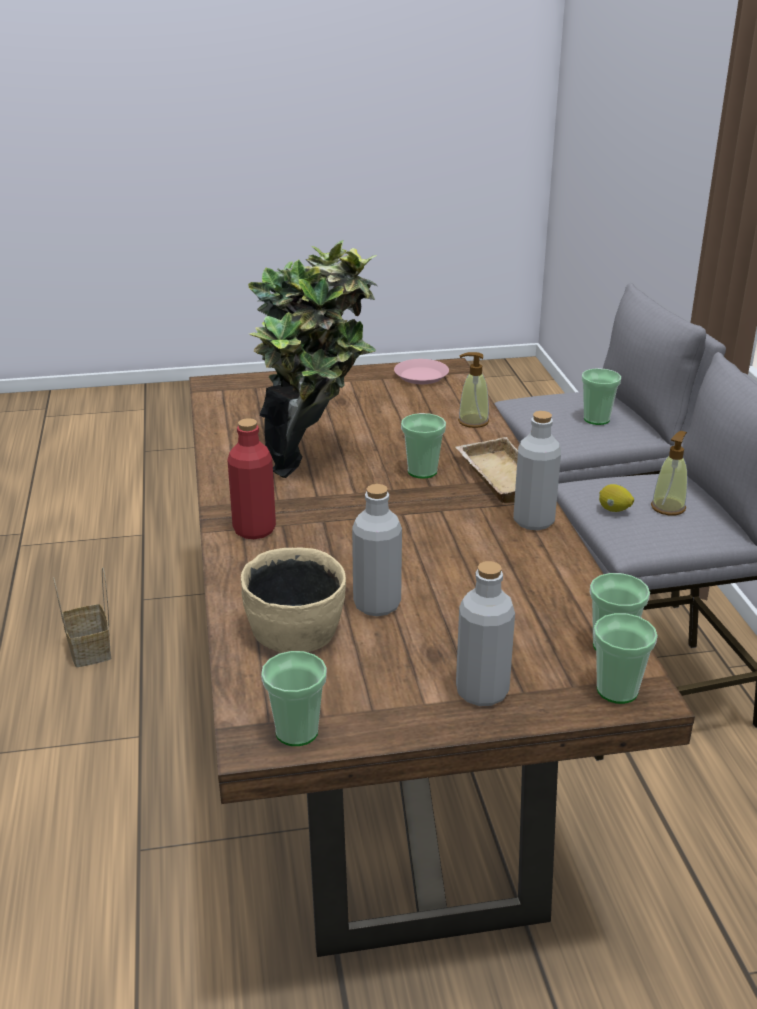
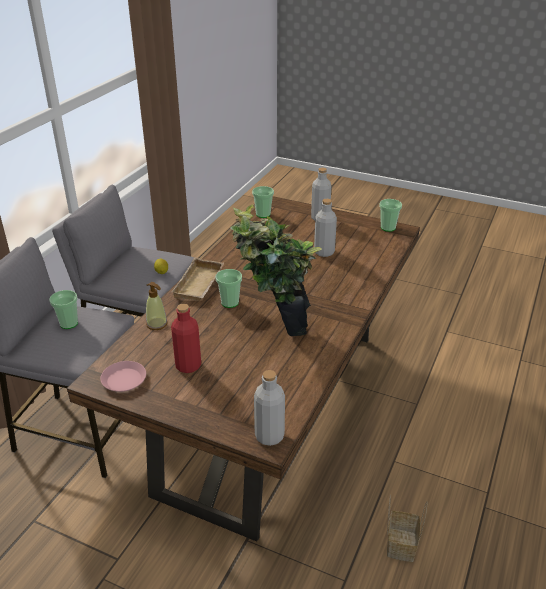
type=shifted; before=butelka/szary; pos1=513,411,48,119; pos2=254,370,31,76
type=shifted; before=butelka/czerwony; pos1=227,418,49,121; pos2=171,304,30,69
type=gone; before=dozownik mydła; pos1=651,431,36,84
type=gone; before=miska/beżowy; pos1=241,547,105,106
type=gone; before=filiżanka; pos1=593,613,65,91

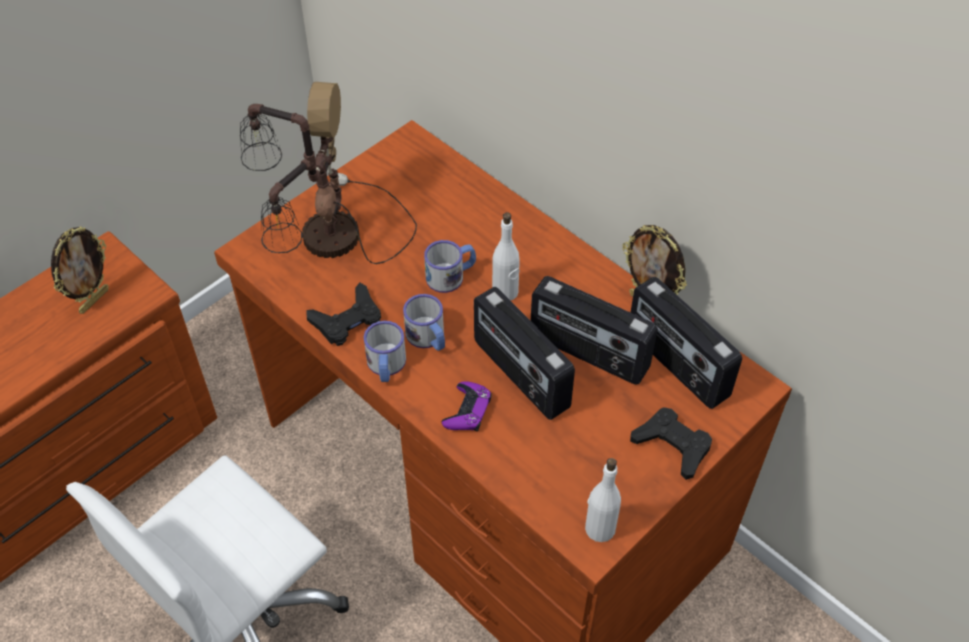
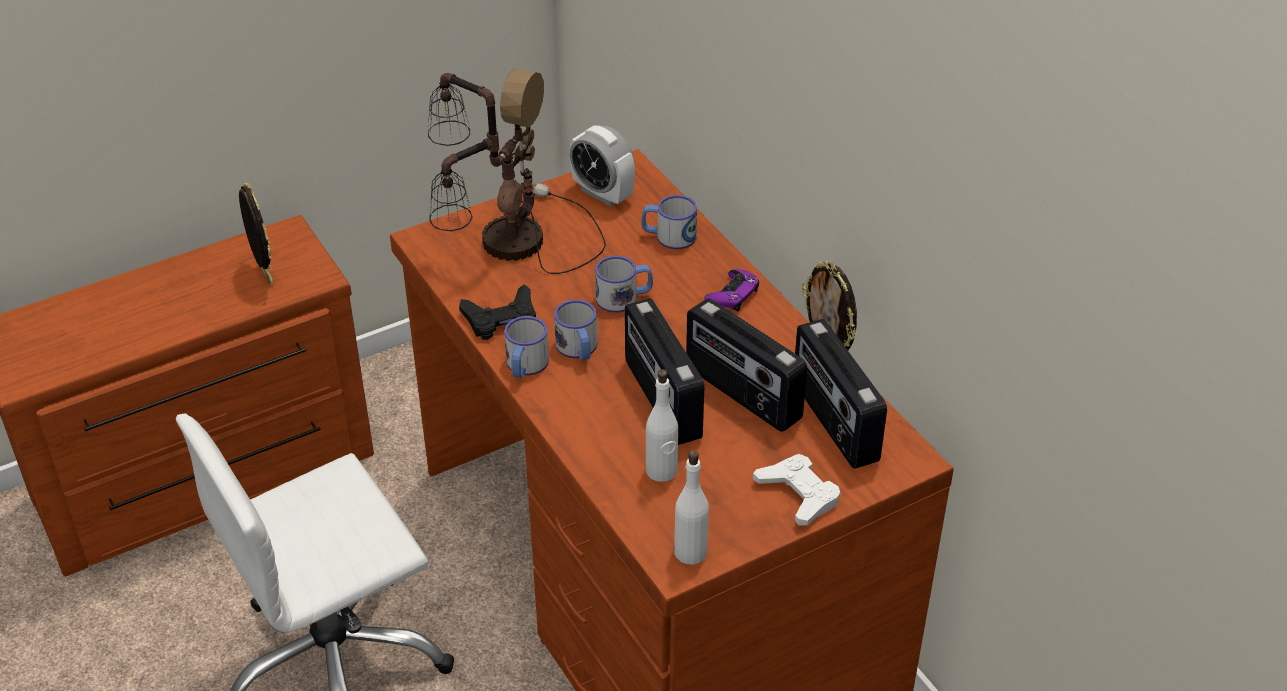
type=shifted; before=butelka/biały; pos1=492,212,28,89; pos2=646,369,32,113
type=rotated; before=ramka na zdjęcie; pos1=51,226,58,88; pos2=239,182,35,104; turn=-75
type=shifted; before=pad do gier/fioletowy; pos1=441,381,51,50; pos2=704,269,56,42
type=repainted; before=pad do gier/czarny; after=pad do gier/biały; pos1=630,407,82,73; pos2=753,454,87,72
type=new; after=budzik; pos2=569,125,66,82
type=new; after=kubek; pos2=641,195,56,54

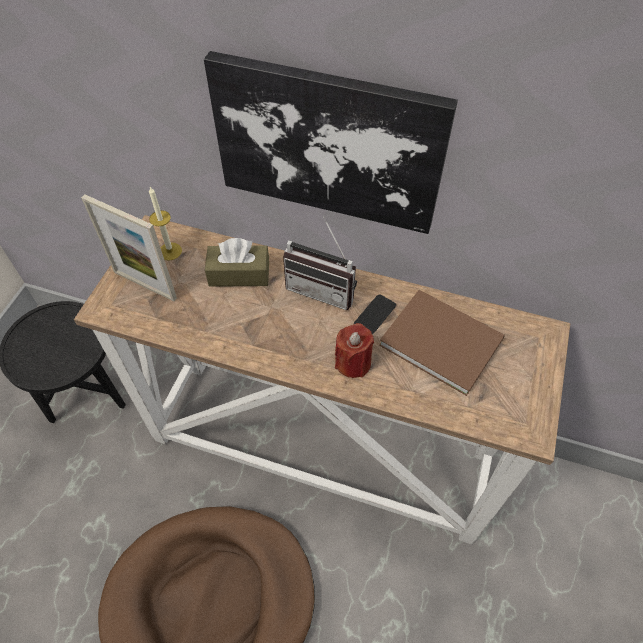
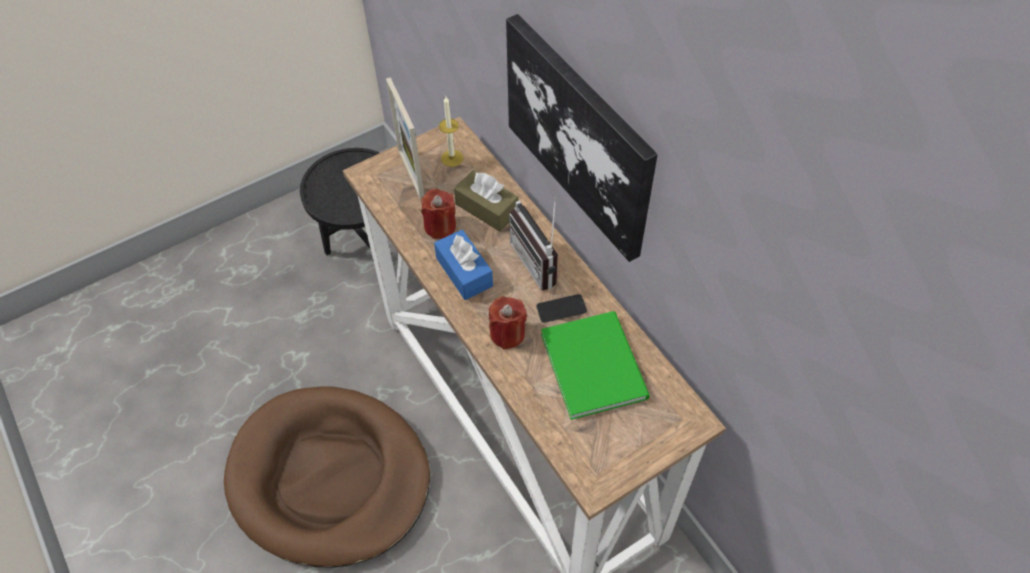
type=repainted; before=książka/brązowy; after=książka/zielony; pos1=379,290,126,106; pos2=541,311,109,109
type=new; after=świeca/czerwony; pos2=421,189,35,50
type=new; after=pudełko chusteczek/niebieski; pos2=434,230,59,70

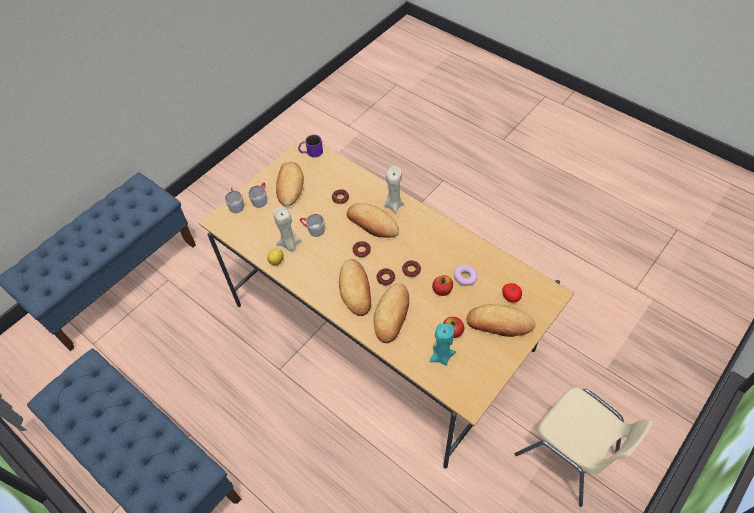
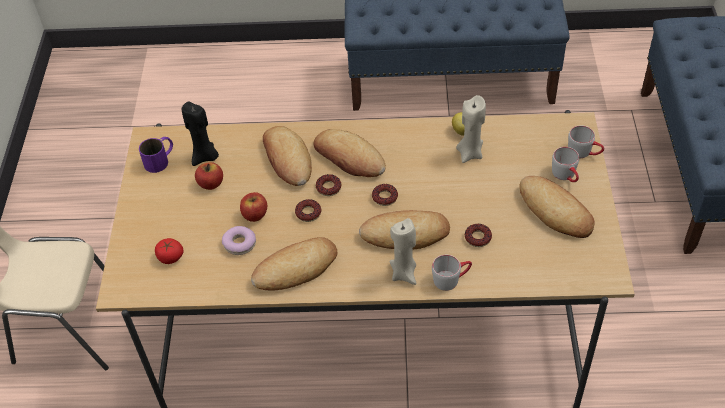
type=shifted; before=kubek/fioletowy; pos1=298,135,25,22; pos2=139,137,34,36
type=shifted; before=kubek/szary; pos1=300,214,25,23; pos2=432,255,40,36
type=shifted; before=chleb; pos1=467,304,68,33; pos2=251,237,87,54
type=repainted; before=świeca/turkusowy; after=świeca/czarny; pos1=429,323,27,43; pos2=182,102,37,64

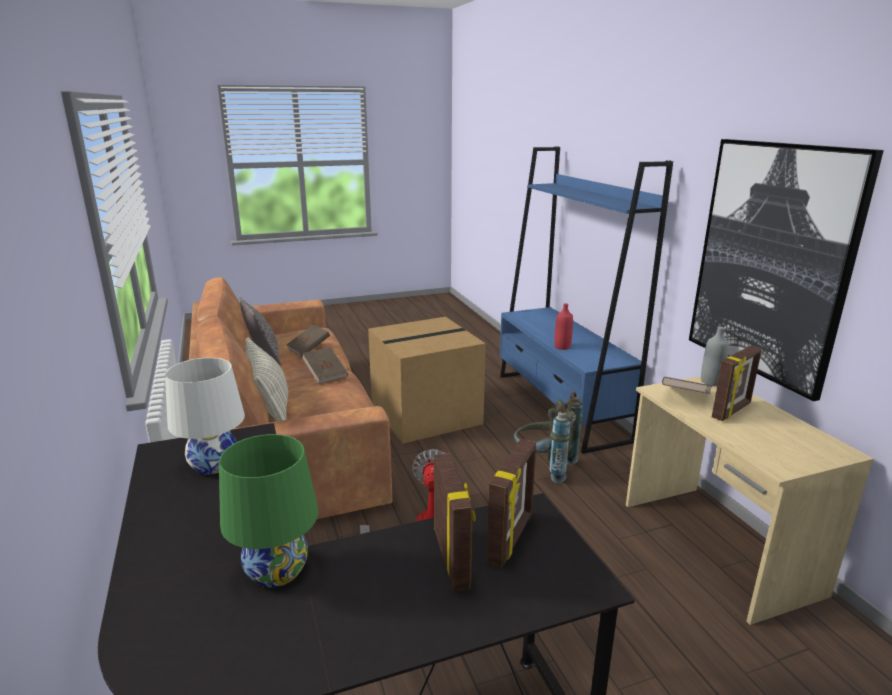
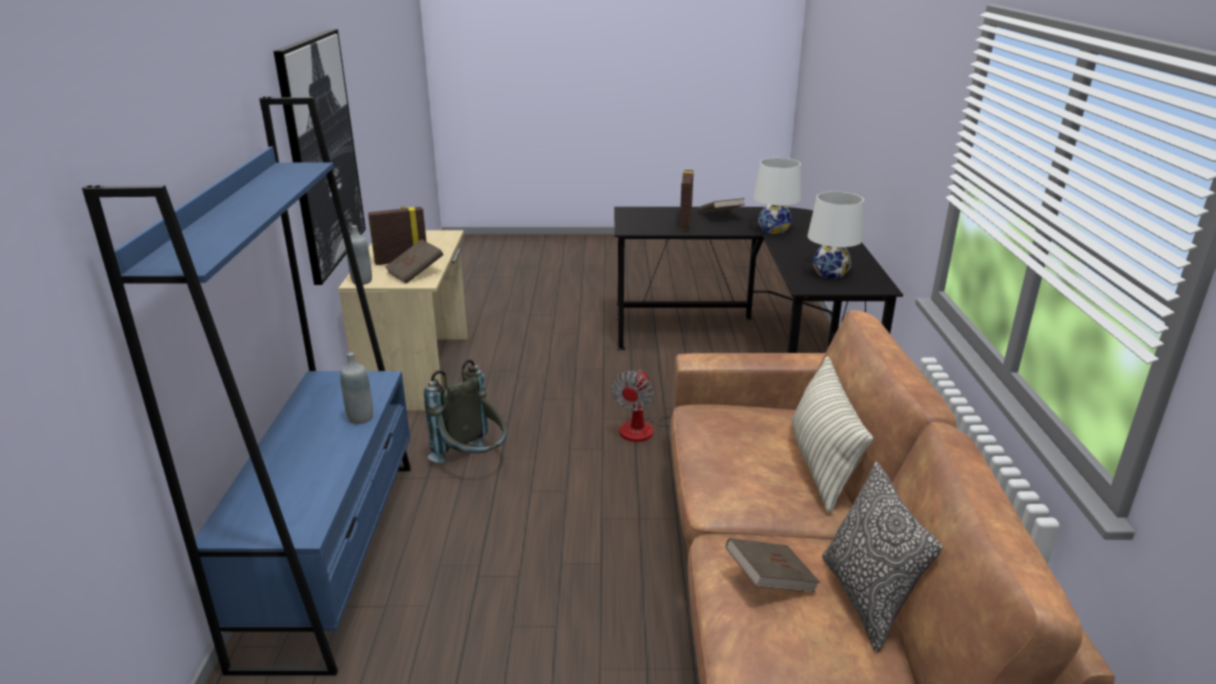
type=repainted; before=butelka/czerwony; after=butelka/szary; pos1=555,303,18,47; pos2=340,352,33,72
type=gone; before=karton; pos1=368,317,118,126
type=shifted; before=książka/brązowy; pos1=302,347,46,37; pos2=699,198,46,15
type=repainted; before=lampa stołowa/zielony; after=lampa stołowa/biały; pos1=219,434,99,153; pos2=753,158,48,76
type=gone; before=ramka na zdjęcie; pos1=487,439,49,128

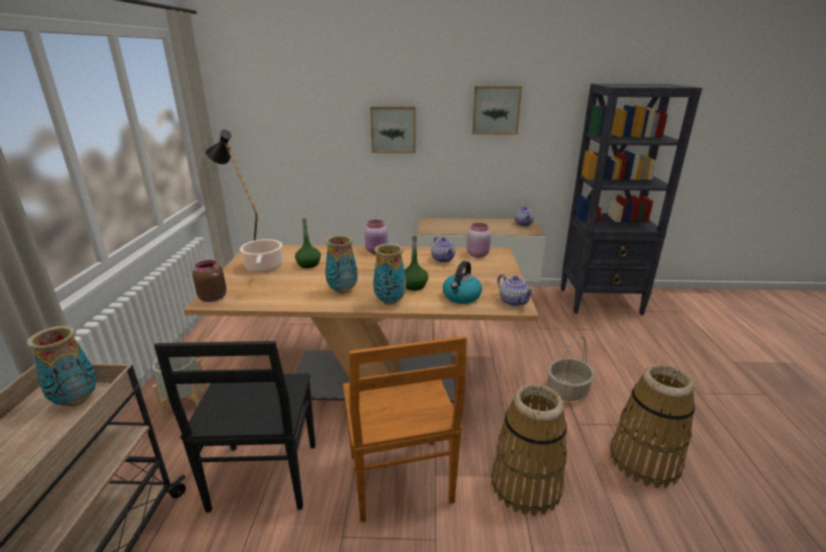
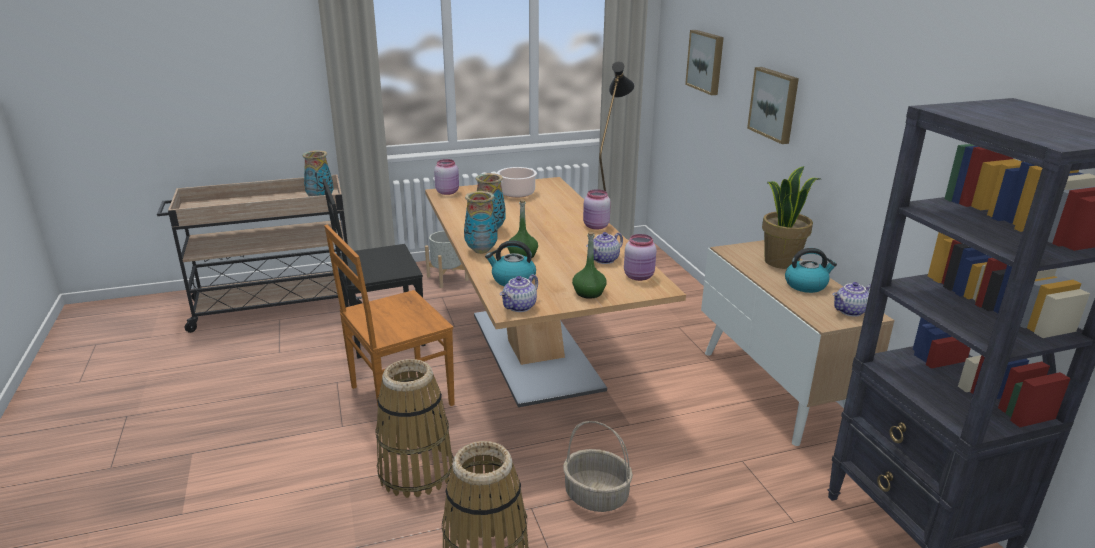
type=shifted; before=obraz; pos1=472,86,50,48; pos2=685,30,39,65
type=shifted; before=butelka/zielony; pos1=295,218,26,50; pos2=572,232,35,67
type=repainted; before=słoik/brązowy; after=słoik/różowy; pos1=193,260,34,42; pos2=434,159,25,36
type=new; after=roślina doniczkowa; pos2=762,166,58,103
type=new; after=czajnik; pos2=785,248,52,45

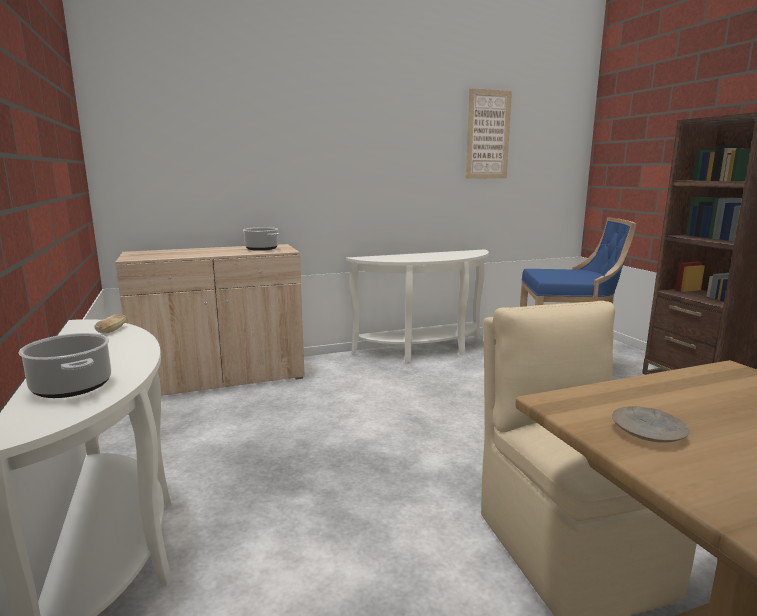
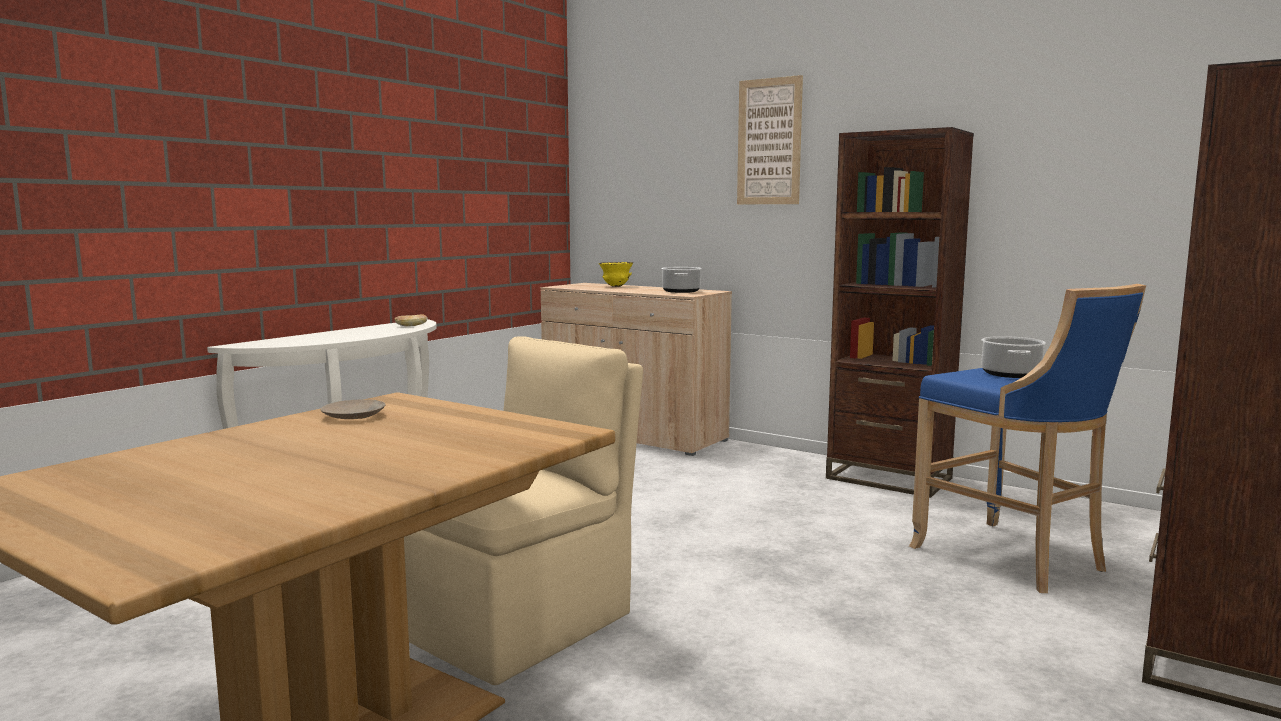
type=shifted; before=obraz; pos1=466,88,46,91; pos2=737,75,66,129
type=swapped; before=stolik konsolowy/biały; after=regał/brązowy; pos1=346,249,143,114; pos2=826,127,148,371
type=shifted; before=garnek; pos1=19,333,92,65; pos2=981,336,65,42
type=new; after=miska/żółty; pos2=599,262,34,25

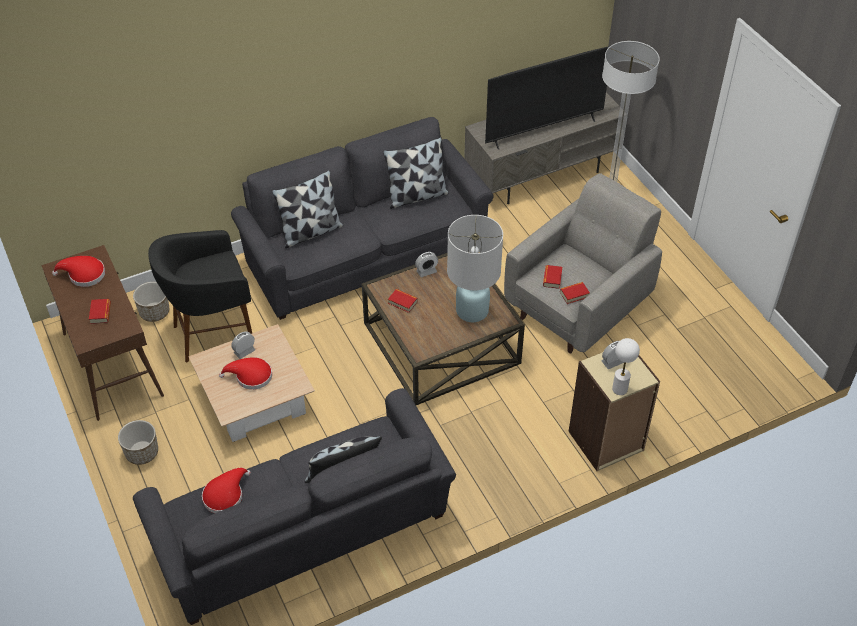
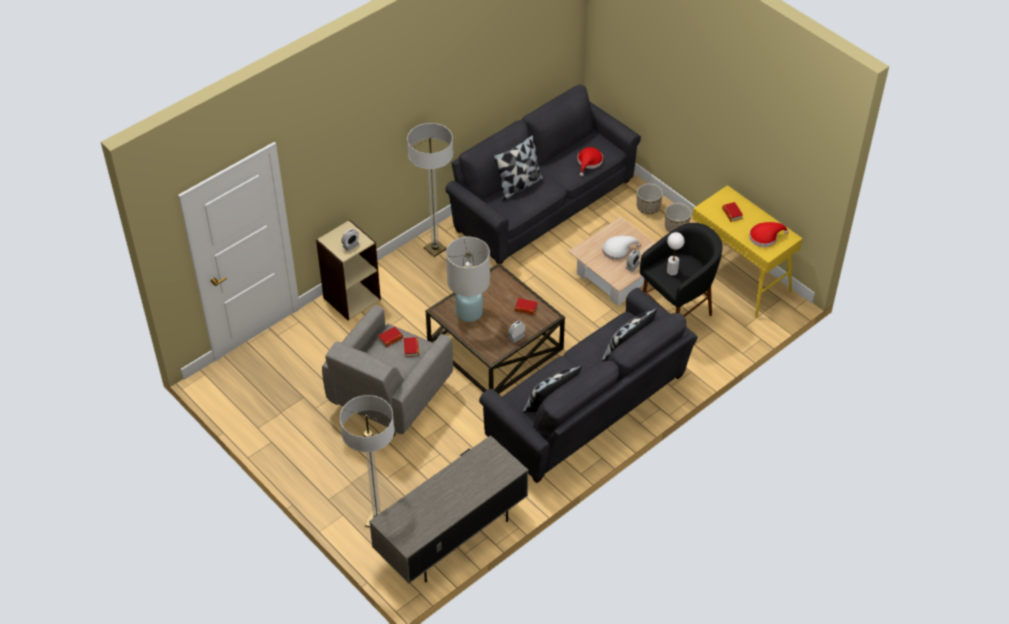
type=gone; before=telewizor; pos1=485,46,125,104
type=repainted; before=stolik konsolowy/brązowy; after=stolik konsolowy/żółty; pos1=41,245,123,176; pos2=692,185,111,133
type=shifted; before=donica; pos1=133,282,36,40; pos2=637,183,26,31
type=shifted; before=lampa stołowa/biały; pos1=612,338,28,57; pos2=667,232,18,44
type=repainted; before=kapelusz/czerwony; after=kapelusz/biały; pos1=219,357,53,33; pos2=603,236,38,24
type=new; after=lampa stojąca; pos2=407,123,46,134

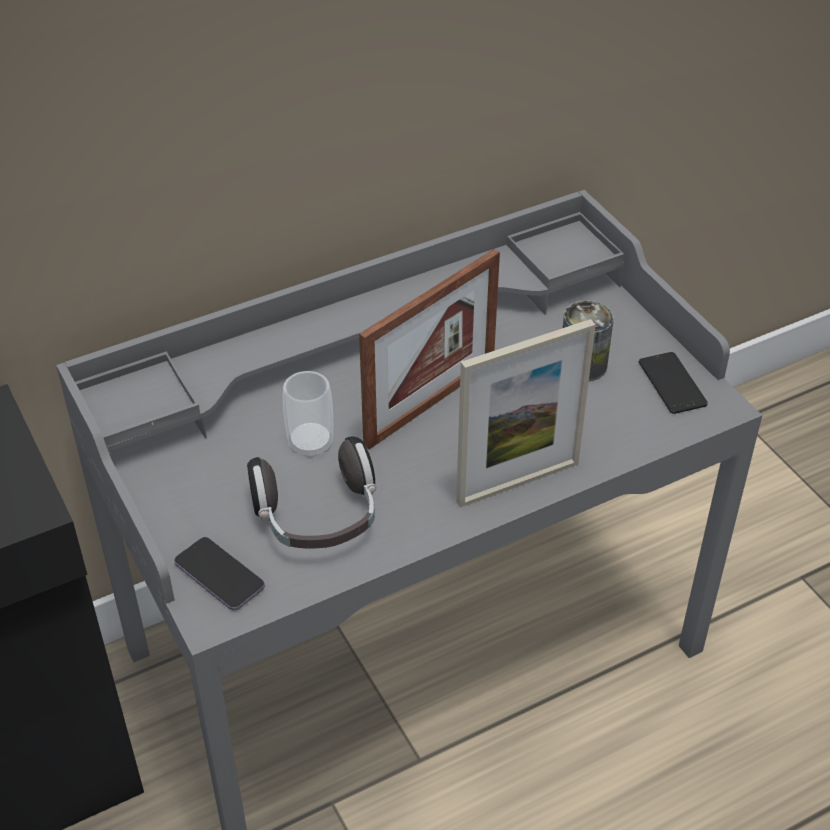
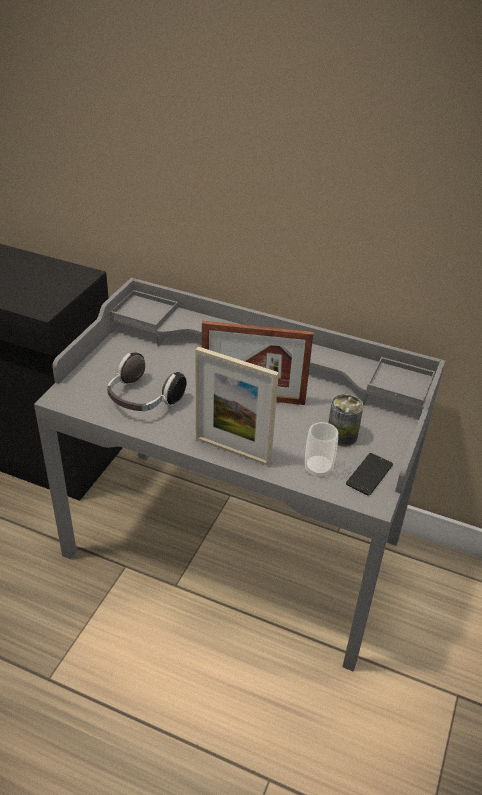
type=shifted; before=filiżanka; pos1=283,371,50,88; pos2=305,422,33,56
type=gone; before=telefon; pos1=174,537,91,73

